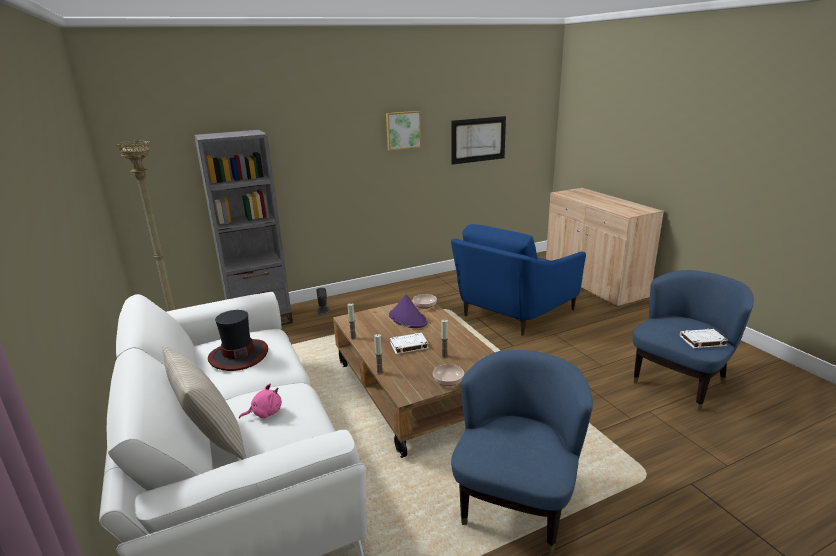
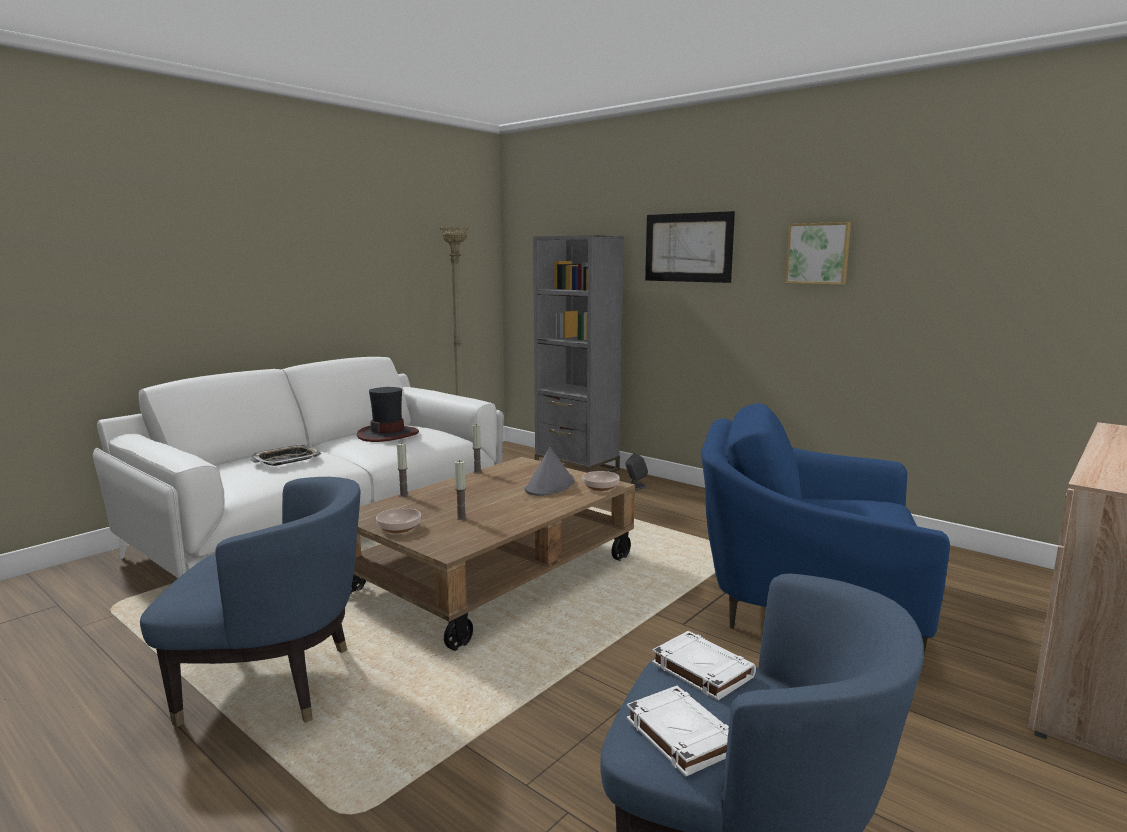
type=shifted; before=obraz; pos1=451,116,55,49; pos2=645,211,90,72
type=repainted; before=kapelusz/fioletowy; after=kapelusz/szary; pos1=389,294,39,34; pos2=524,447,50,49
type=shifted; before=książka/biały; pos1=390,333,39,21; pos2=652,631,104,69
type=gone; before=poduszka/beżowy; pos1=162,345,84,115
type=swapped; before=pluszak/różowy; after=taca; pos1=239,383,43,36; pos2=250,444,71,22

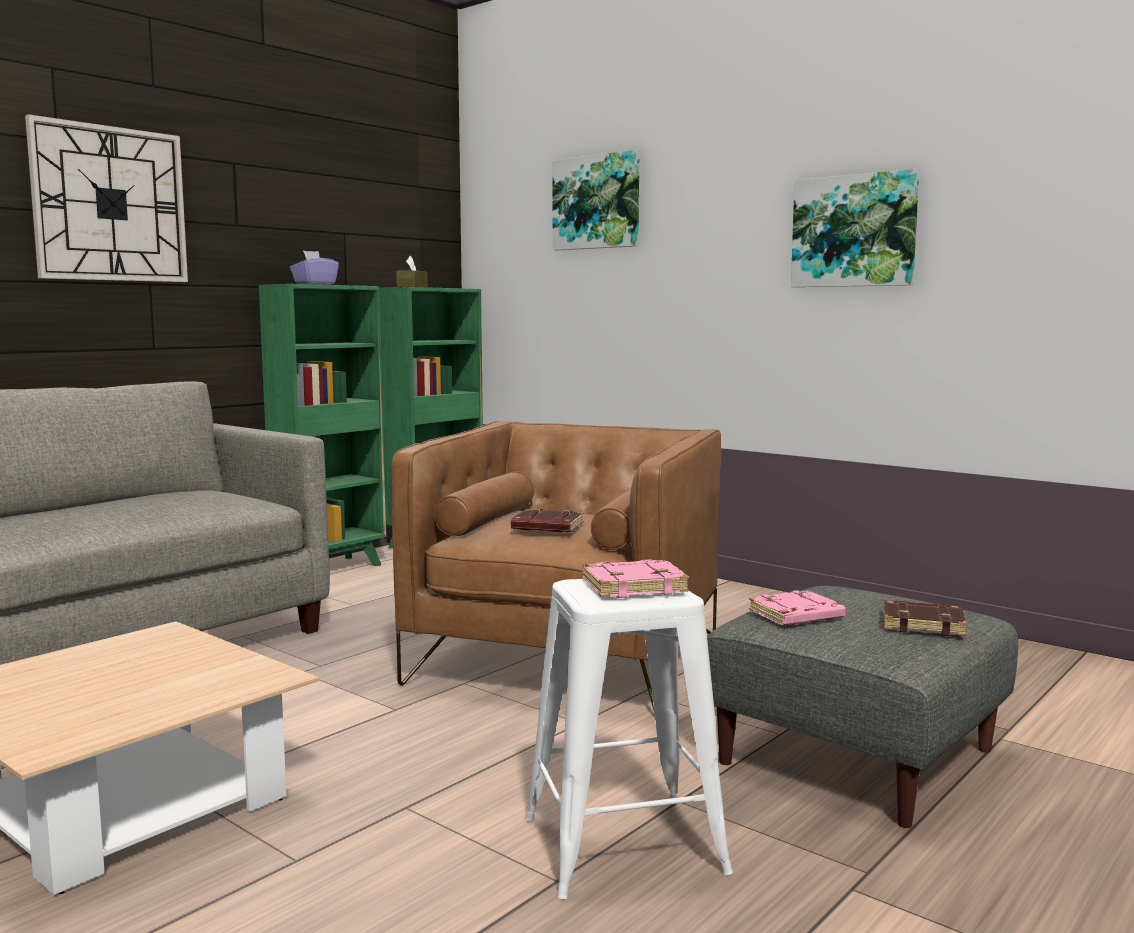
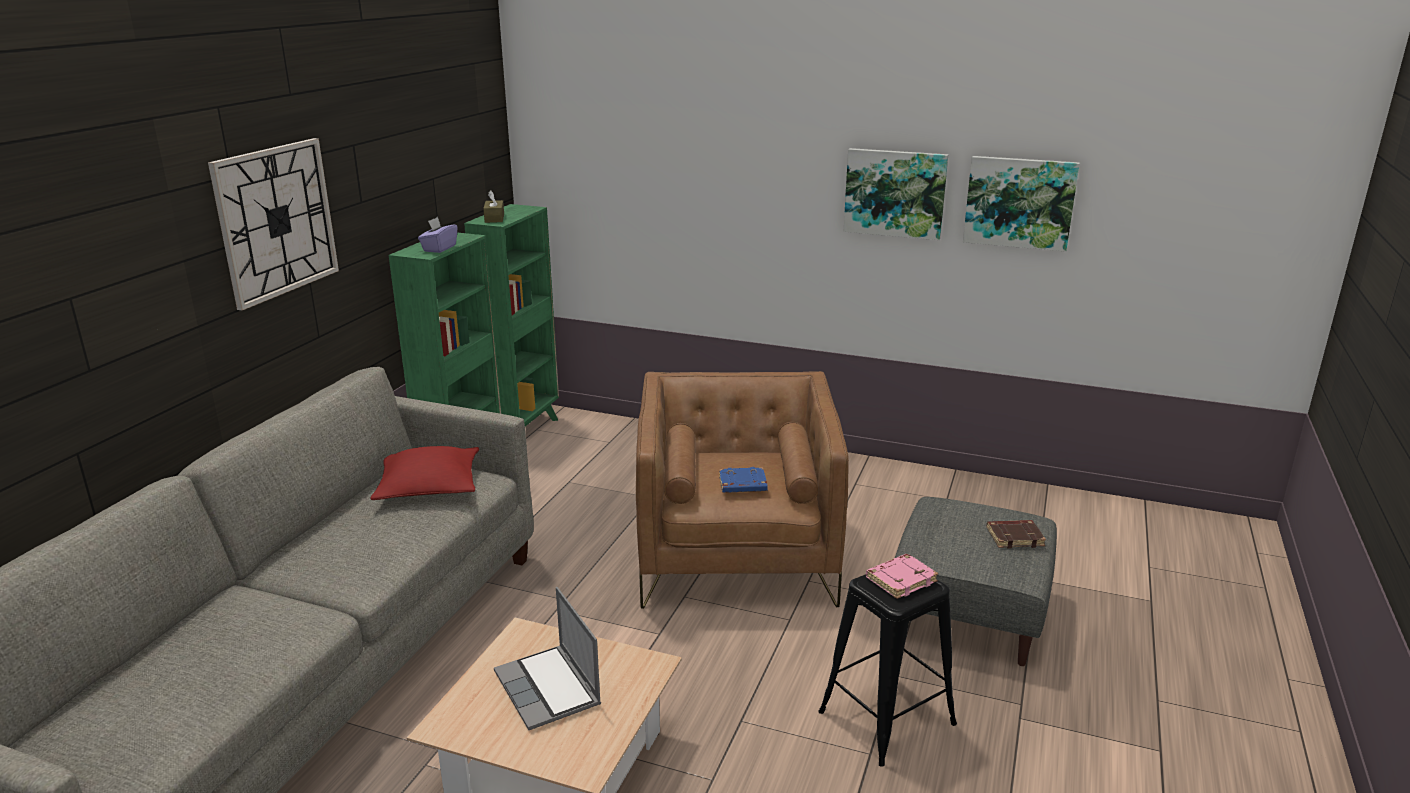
type=shifted; before=obraz; pos1=552,150,88,100; pos2=963,156,117,96
type=repainted; before=książka/brązowy; after=książka/niebieski; pos1=511,509,73,23; pos2=719,467,49,26
type=repainted; before=stołek/biały; after=stołek/czarny; pos1=524,579,209,320; pos2=818,574,139,193
type=gone; before=książka/różowy; pos1=749,590,96,35
type=new; after=poduszka/czerwony; pos2=370,446,109,54
type=new; after=laptop; pos2=494,587,107,143

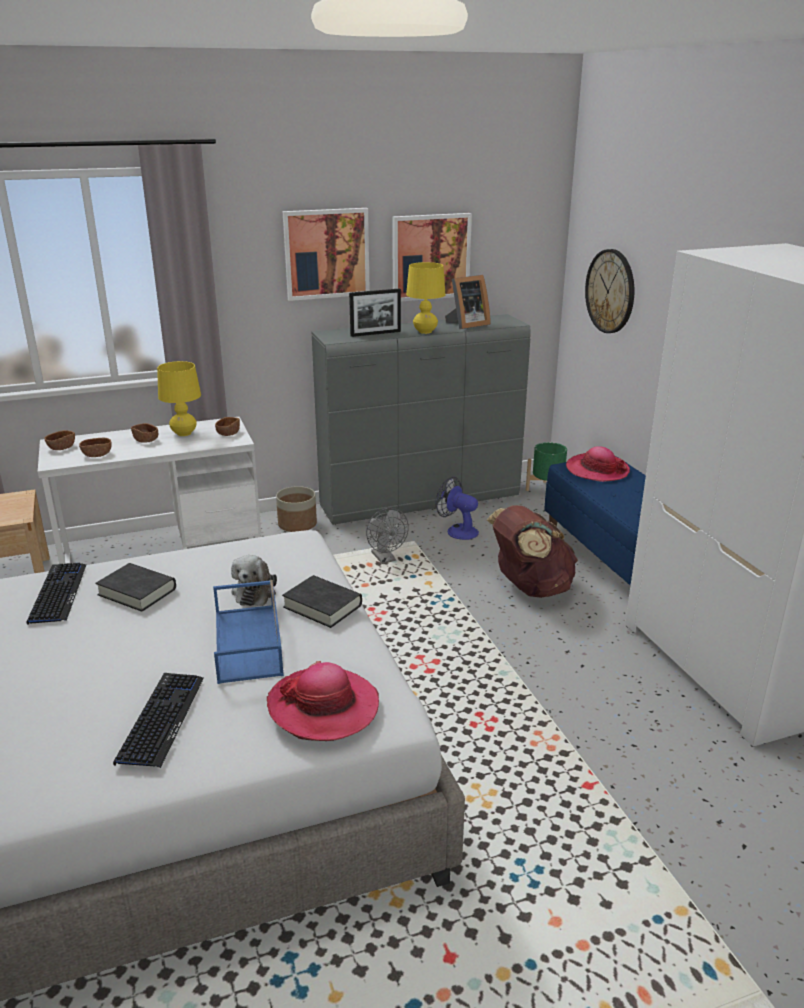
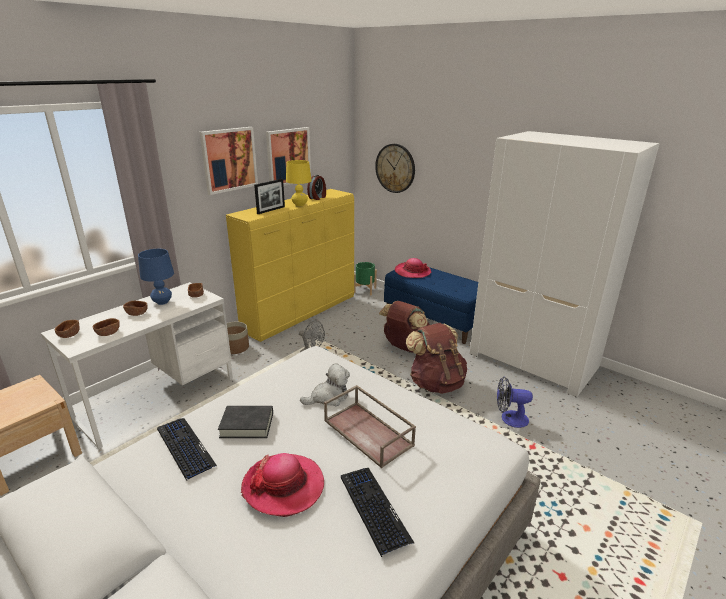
type=swapped; before=ramka na zdjęcie; after=budzik; pos1=445,275,46,54; pos2=307,175,19,25
type=repainted; before=komoda/szary; after=komoda/żółty; pos1=311,314,220,211; pos2=226,189,128,153
type=repainted; before=lampa stołowa/żółty; after=lampa stołowa/niebieski; pos1=157,361,44,75; pos2=138,249,36,56
type=shifted; before=wentylator; pos1=435,477,44,63; pos2=497,377,36,51
type=rotated; before=pluszak; pos1=231,555,46,51; pos2=300,363,50,43; turn=-90
type=gone; before=książka/czarny; pos1=282,575,80,53
type=repainted; before=taca/niebieski; after=taca/brązowy; pos1=213,580,71,104; pos2=324,385,92,83
type=shifted; before=kapelusz; pos1=267,661,112,80; pos2=241,453,83,64
type=new; after=plecak/brązowy; pos2=406,323,61,71

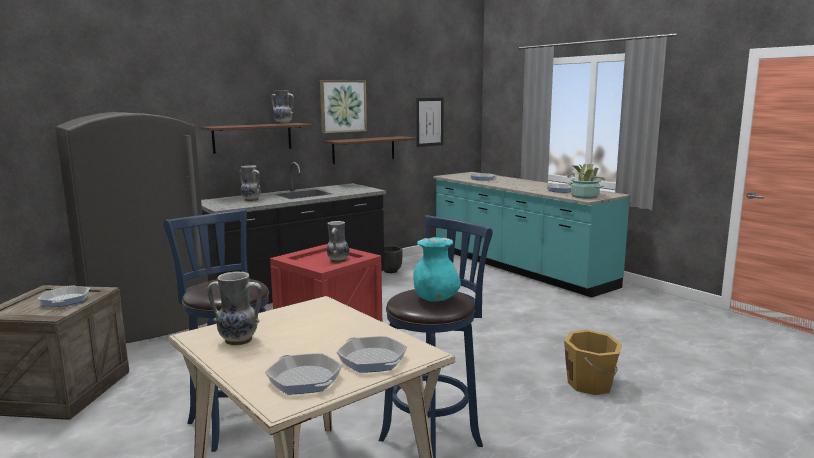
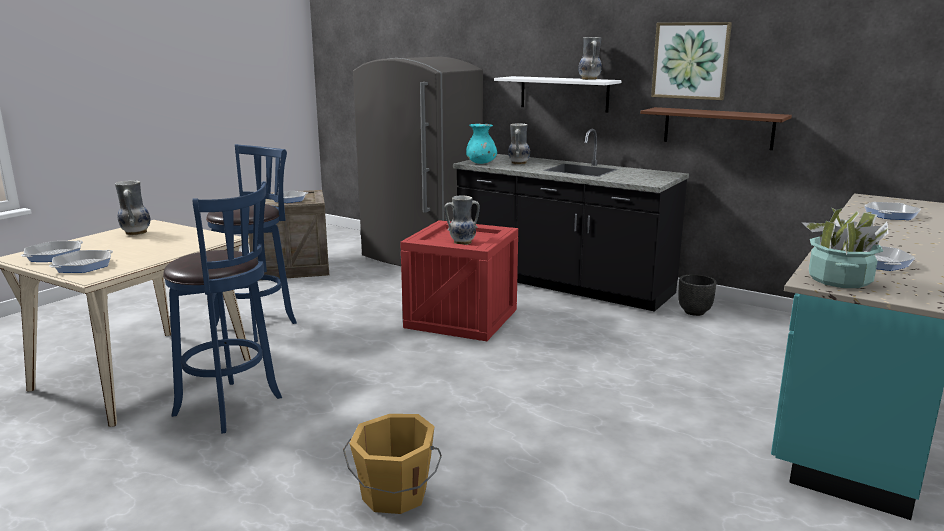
type=gone; before=obraz; pos1=416,98,27,49
type=repainted; before=półka/brązowy; after=półka/biały; pos1=201,123,111,31; pos2=494,76,128,37
type=shifted; before=wazon/turkusowy; pos1=413,237,48,65; pos2=466,124,31,40

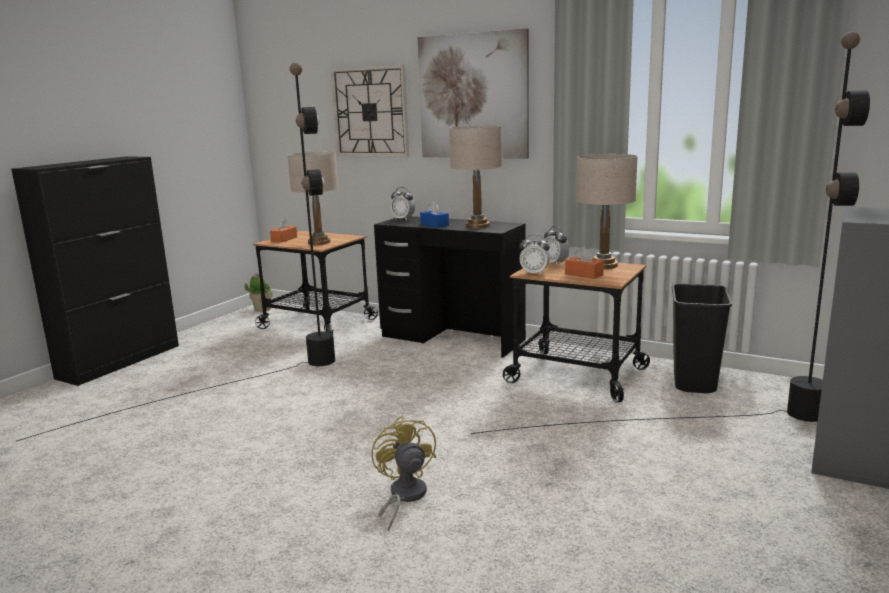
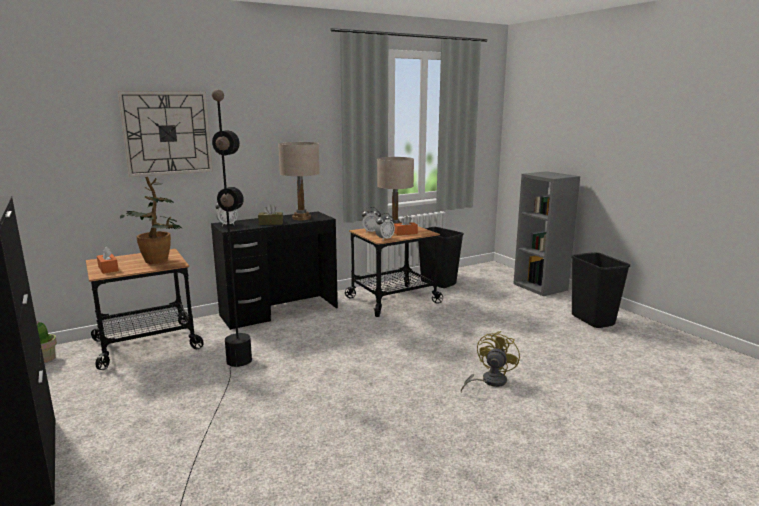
type=gone; before=obraz; pos1=418,28,111,131
type=gone; before=lampa stojąca/czarny; pos1=471,32,399,402
type=swapped; before=lampa stołowa/beżowy; after=roślina doniczkowa; pos1=287,152,51,93; pos2=120,176,62,88
type=repainted; before=pudełko chusteczek/niebieski; after=pudełko chusteczek/brązowy; pos1=420,201,29,27; pos2=258,204,25,21
type=rotated; before=wentylator/żółty; pos1=371,416,65,115; pos2=461,331,59,61; turn=105
type=new; after=kosz na śmieci/czarny; pos2=571,252,59,76

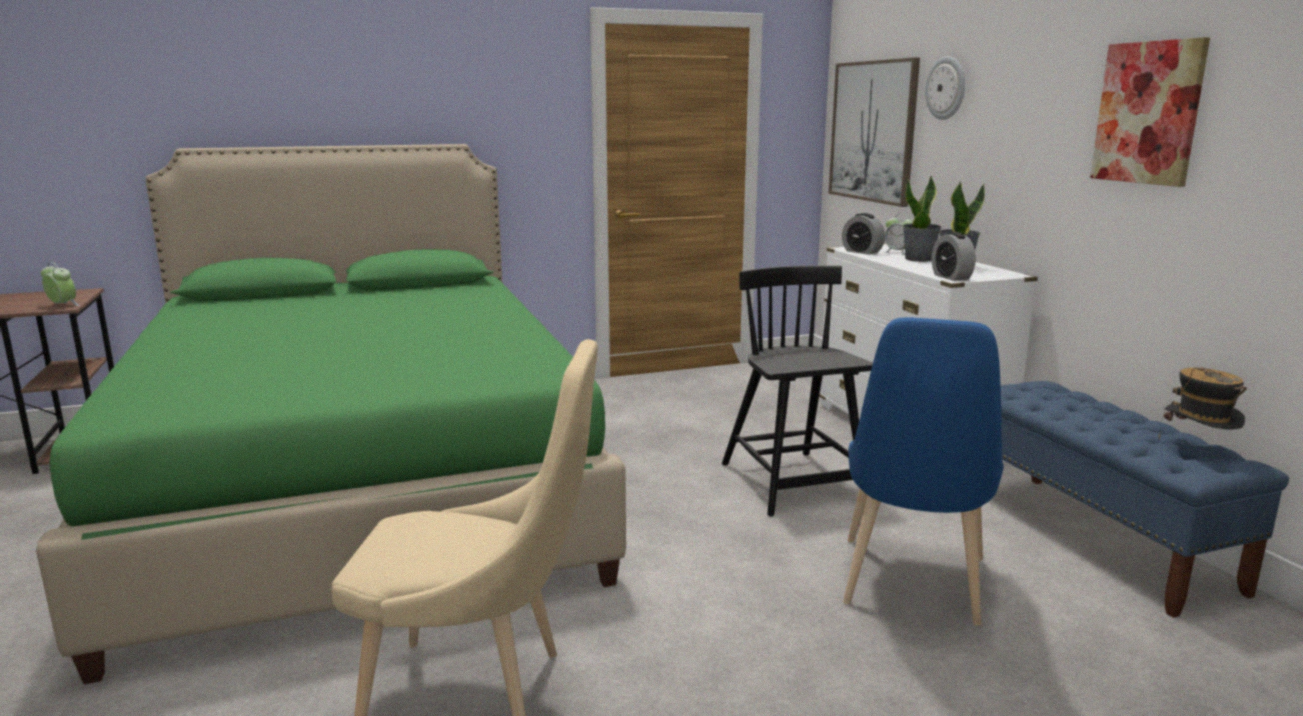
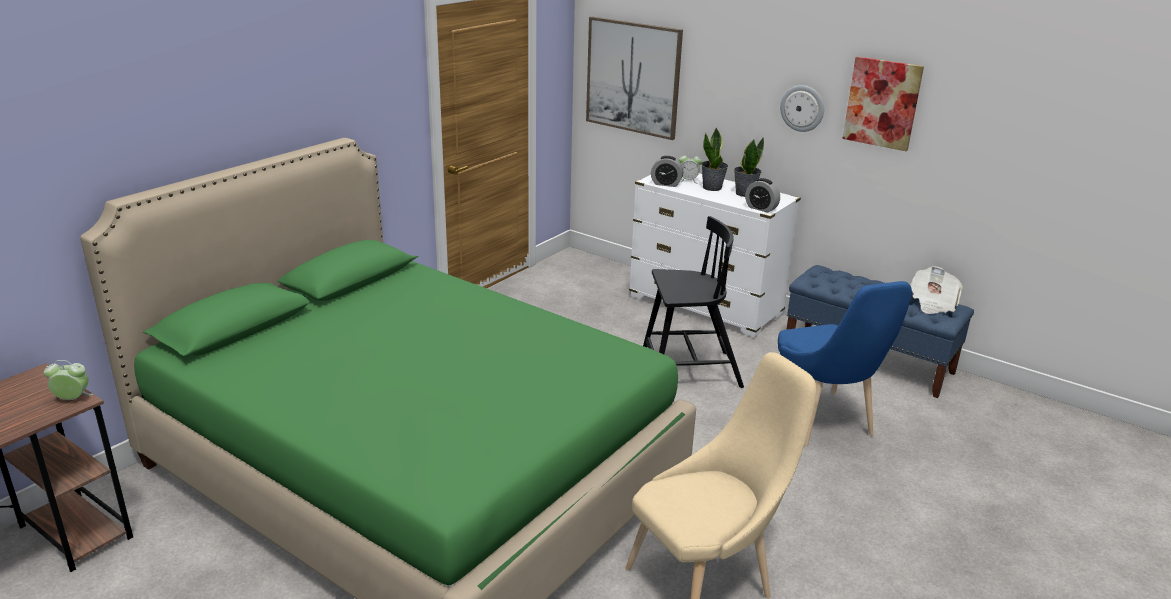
type=shifted; before=zegar ścienny; pos1=925,56,40,64; pos2=780,85,44,47
type=rotated; before=krzesło/czarny; pos1=722,265,151,251; pos2=643,216,101,172; turn=135
type=swapped; before=kapelusz; after=gazeta; pos1=1159,367,88,73; pos2=910,266,53,48

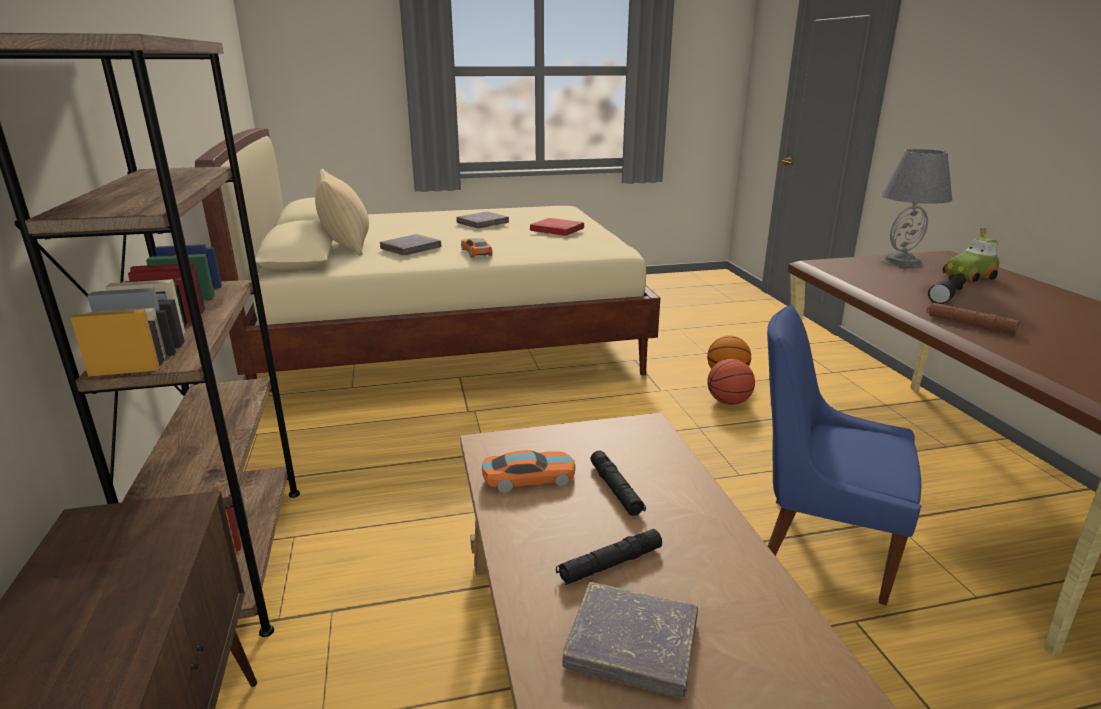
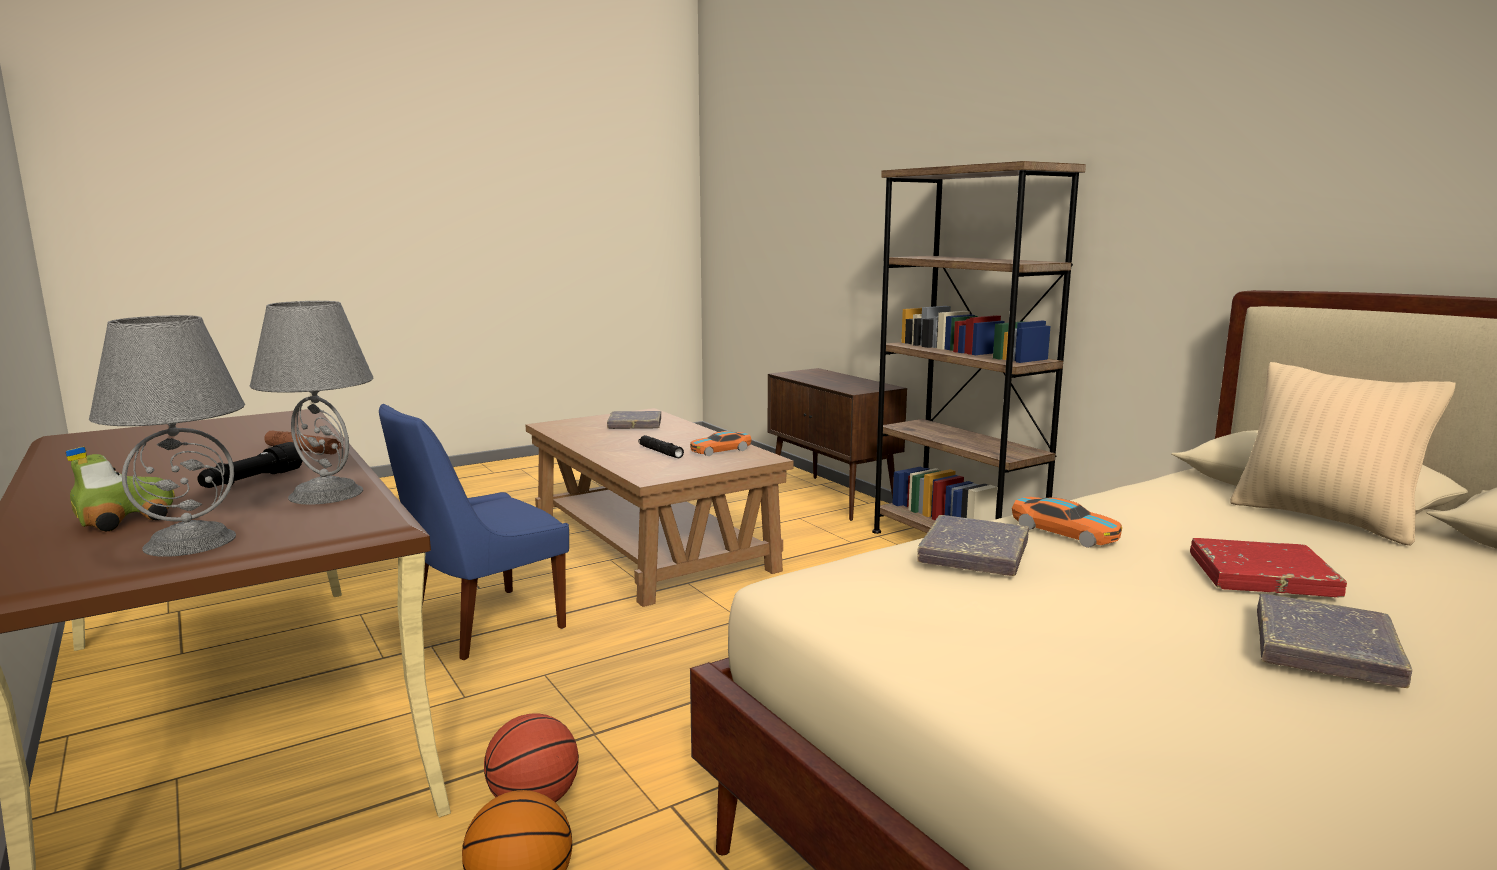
type=shifted; before=książka/czerwony; pos1=530,218,54,18; pos2=1190,538,157,59
type=shifted; before=książka/szary; pos1=380,234,61,22; pos2=917,515,112,61
type=rotated; before=krzesło/niebieski; pos1=767,305,154,300; pos2=379,404,190,256; turn=135
type=gone; before=latarka/czarny; pos1=556,529,106,56
type=new; after=lampa stołowa/szary; pos2=250,301,123,203

